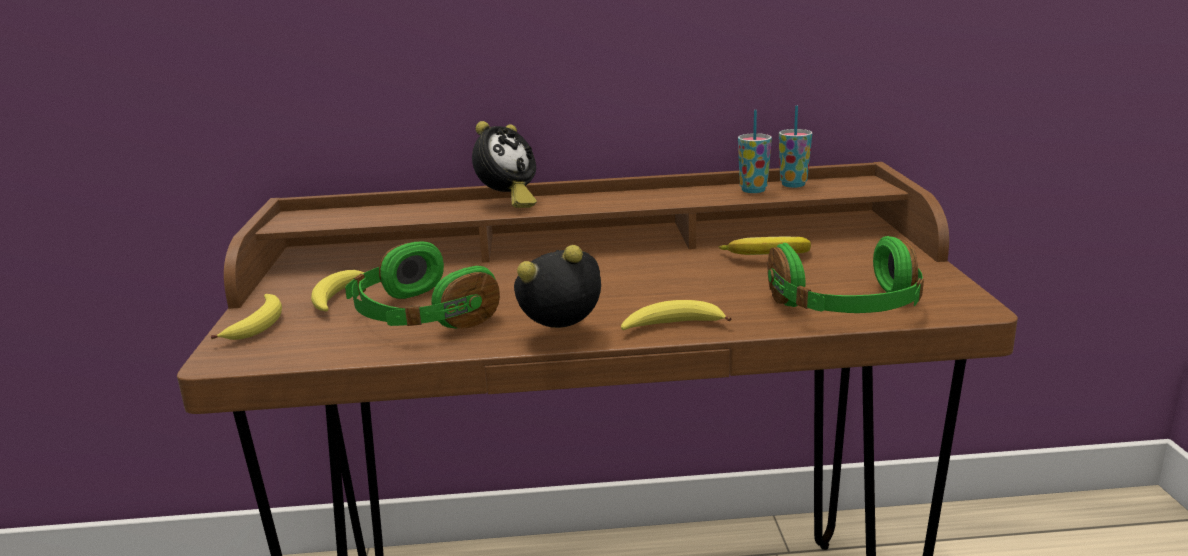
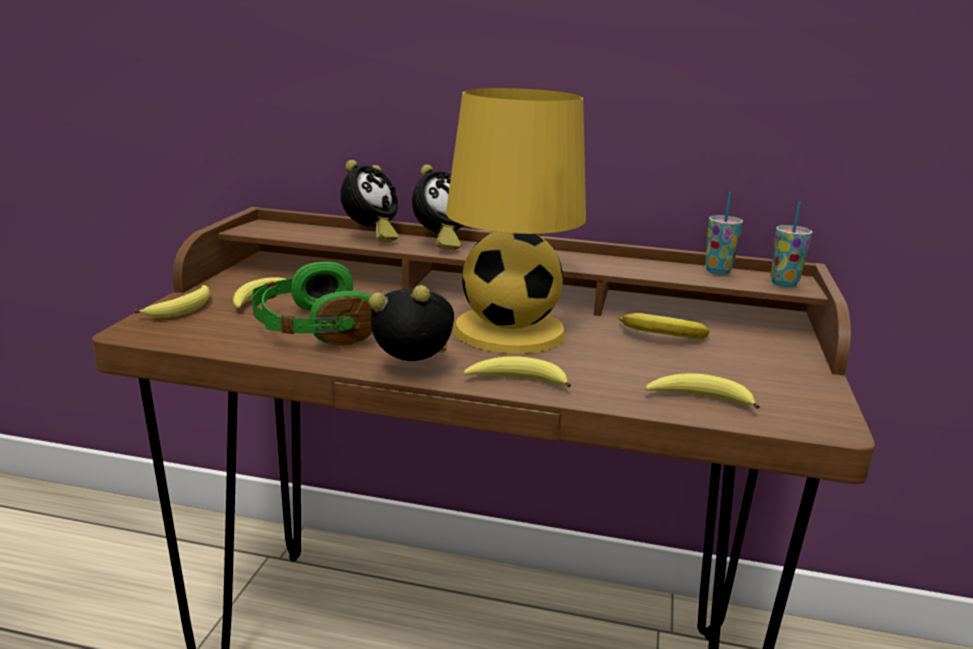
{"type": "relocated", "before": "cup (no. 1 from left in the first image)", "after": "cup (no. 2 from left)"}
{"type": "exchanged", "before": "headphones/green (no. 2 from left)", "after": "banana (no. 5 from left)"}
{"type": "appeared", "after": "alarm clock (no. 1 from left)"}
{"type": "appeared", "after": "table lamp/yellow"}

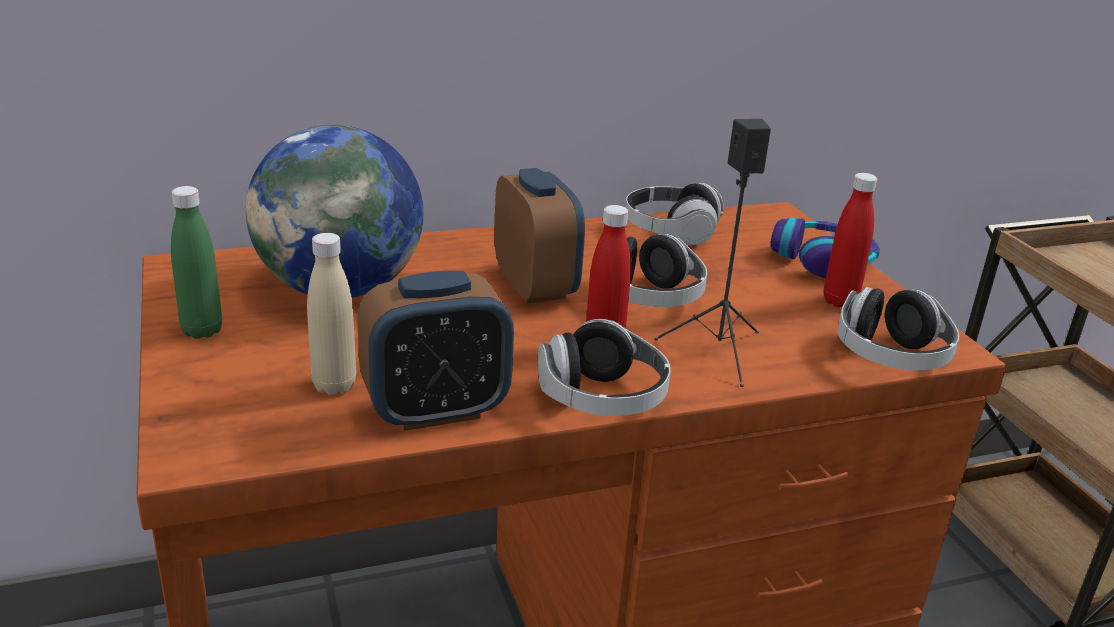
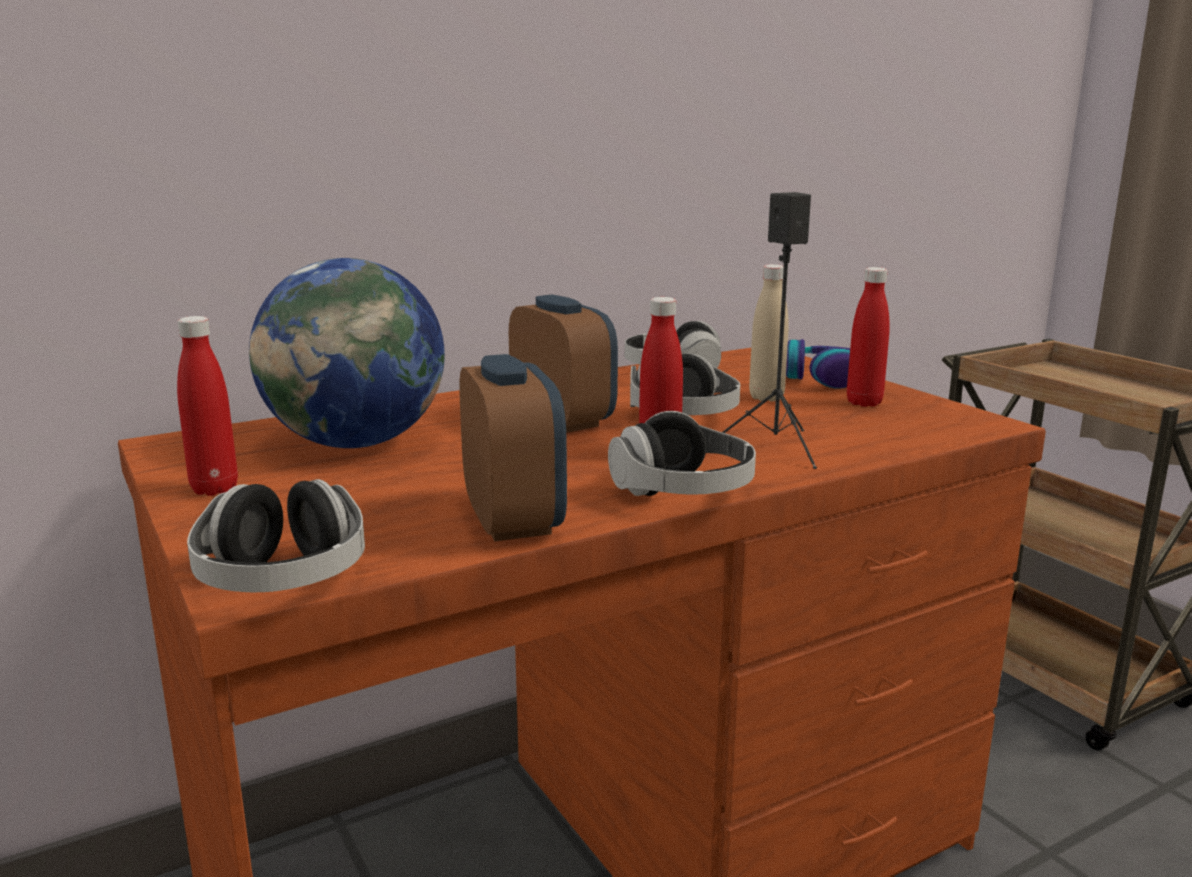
{"type": "colour", "before": "bottle/green", "after": "bottle/red (no. 1 from left)"}
{"type": "relocated", "before": "bottle/beige"}
{"type": "spun", "before": "alarm clock (no. 1 from left)", "turn": -75}
{"type": "relocated", "before": "headphones (no. 5 from left in the first image)", "after": "headphones (no. 1 from left)"}

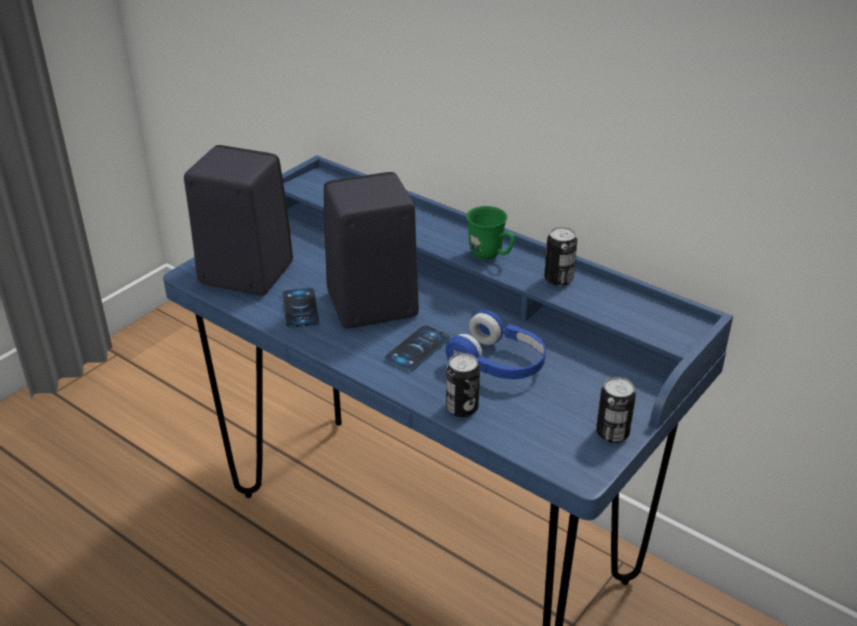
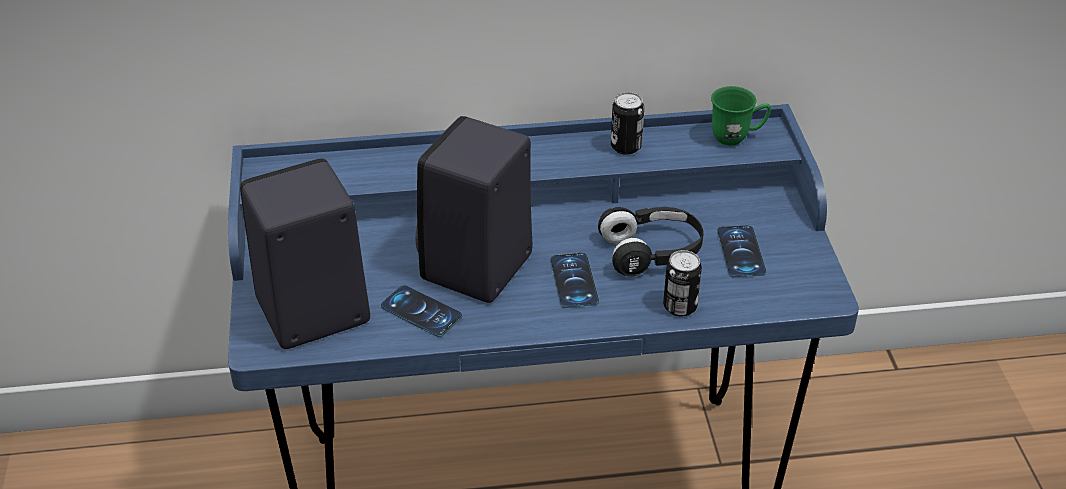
{"type": "colour", "before": "headphones/blue", "after": "headphones/black"}
{"type": "relocated", "before": "mug/green"}
{"type": "missing", "before": "can (no. 3 from left)"}
{"type": "appeared", "after": "phone (no. 3 from left)"}

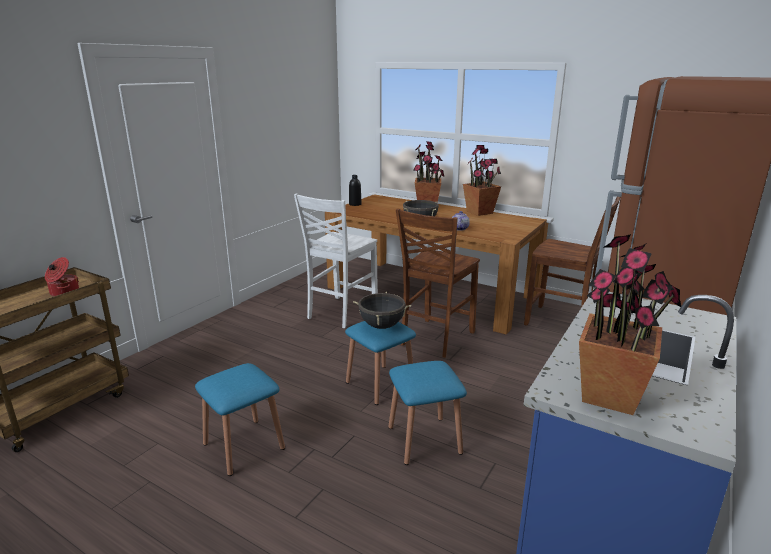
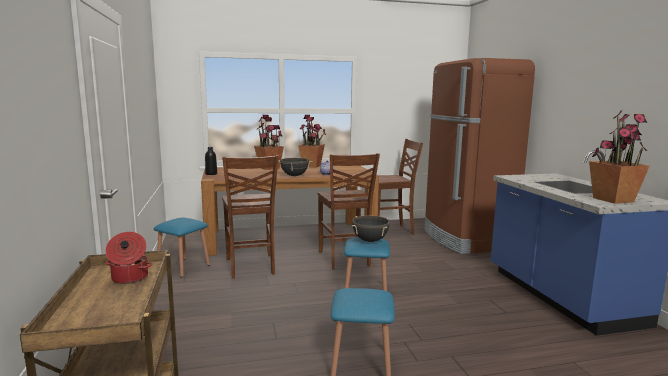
{"type": "colour", "before": "chair/white", "after": "chair/brown (no. 1 from left)"}
{"type": "relocated", "before": "stool/blue (no. 3 from left in the first image)", "after": "stool/blue (no. 1 from left)"}

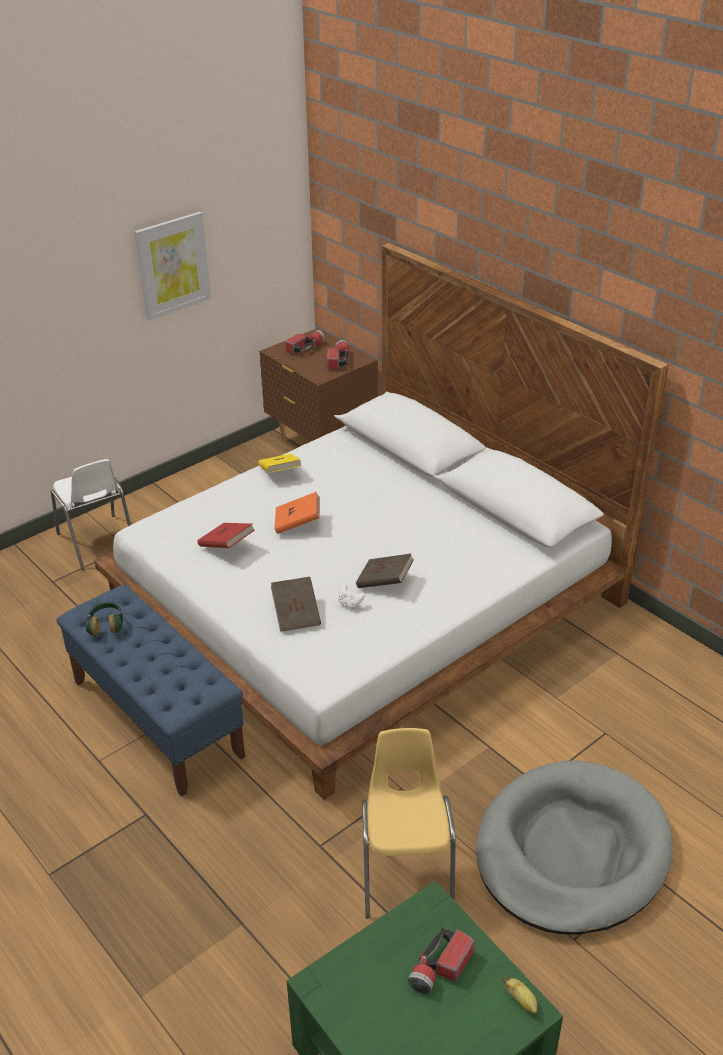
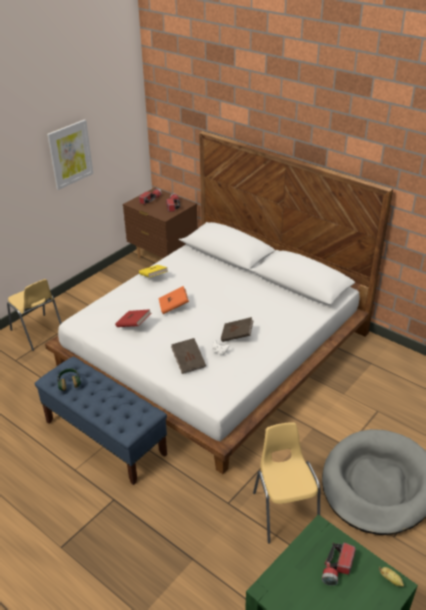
{"type": "colour", "before": "chair/white", "after": "chair/yellow (no. 1 from left)"}

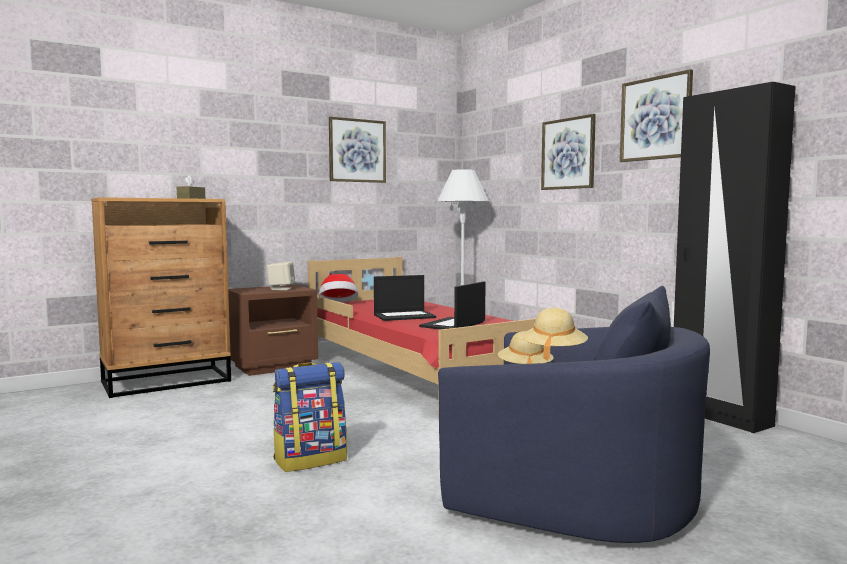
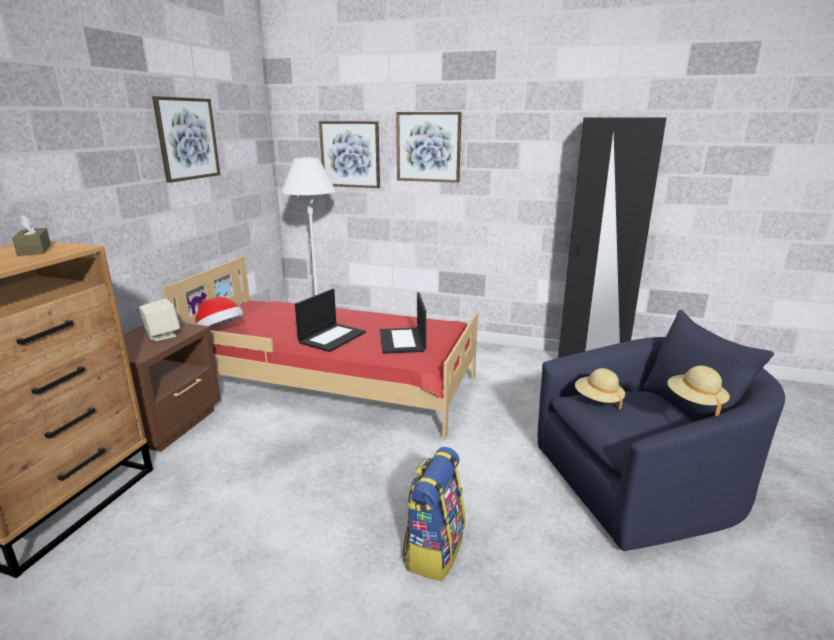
{"type": "relocated", "before": "picture (no. 3 from left in the first image)", "after": "picture (no. 2 from left)"}

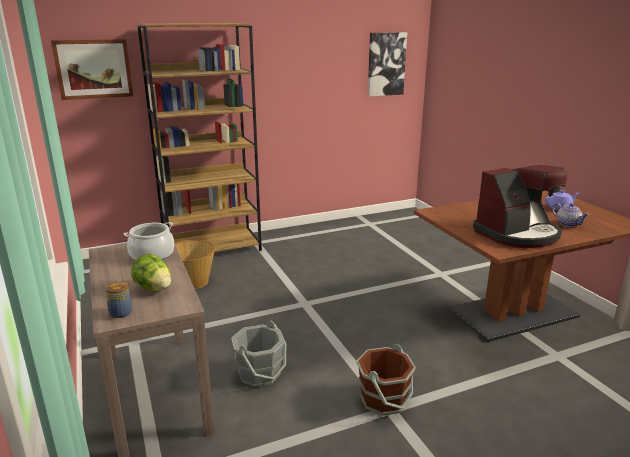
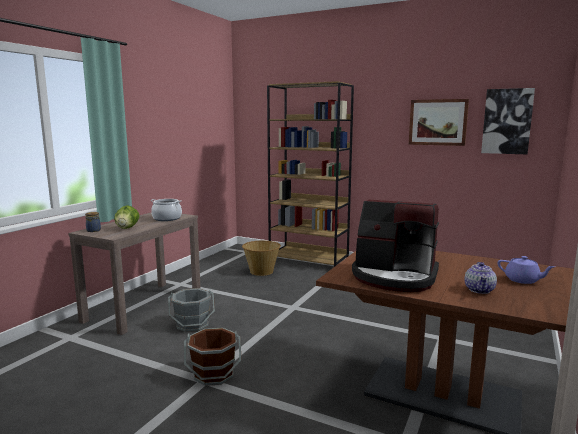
{"type": "relocated", "before": "picture (no. 1 from left)"}

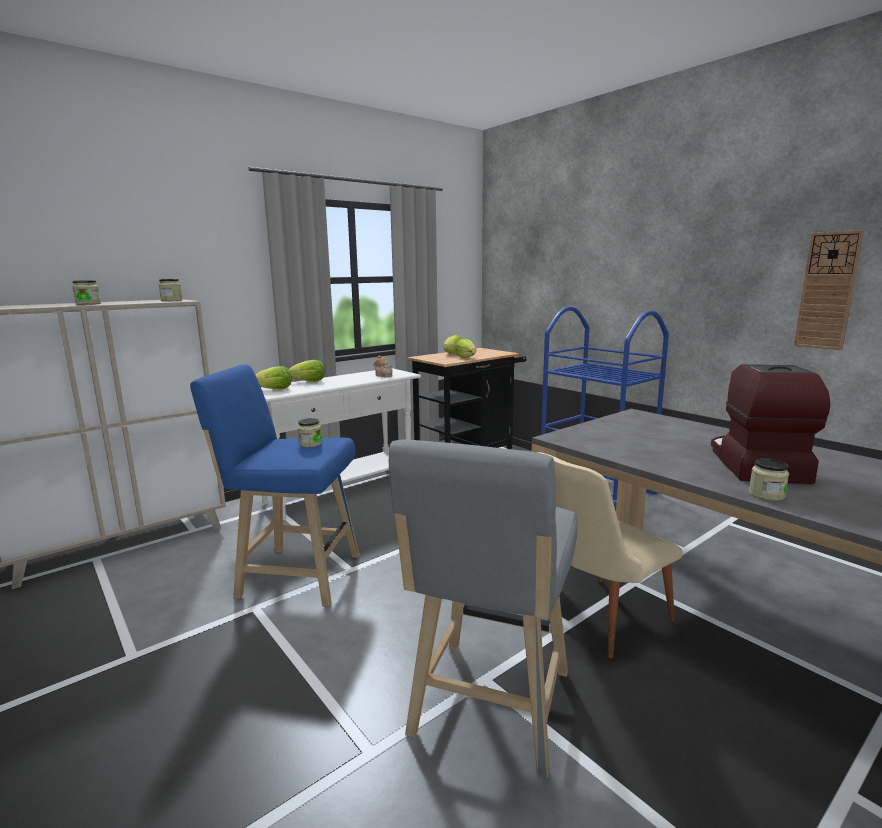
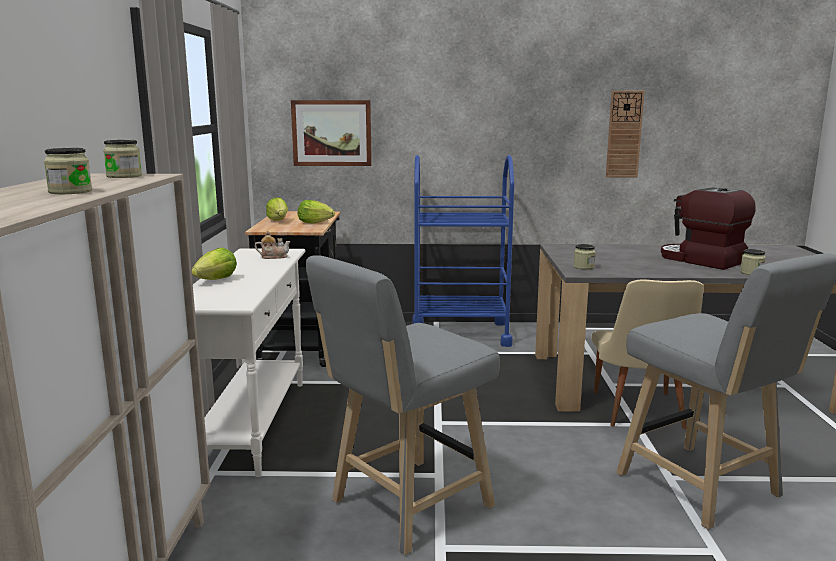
{"type": "colour", "before": "stool/blue", "after": "stool/grey (no. 1 from left)"}
{"type": "missing", "before": "lettuce (no. 1 from left)"}
{"type": "relocated", "before": "jar (no. 3 from left)"}
{"type": "appeared", "after": "picture"}

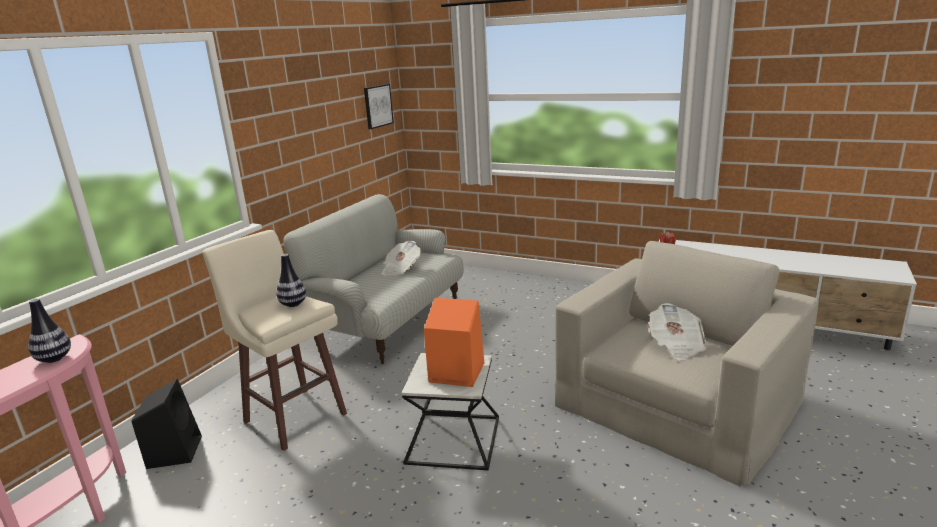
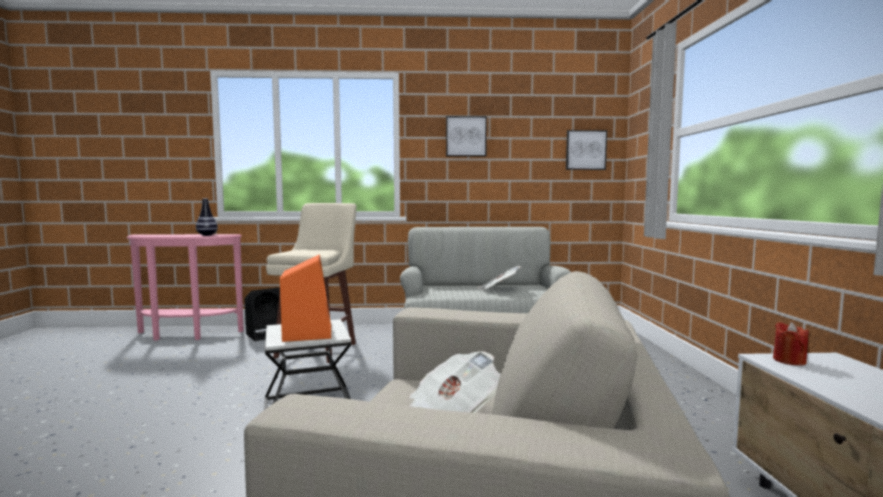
{"type": "missing", "before": "vase (no. 2 from left)"}
{"type": "appeared", "after": "picture (no. 1 from left)"}

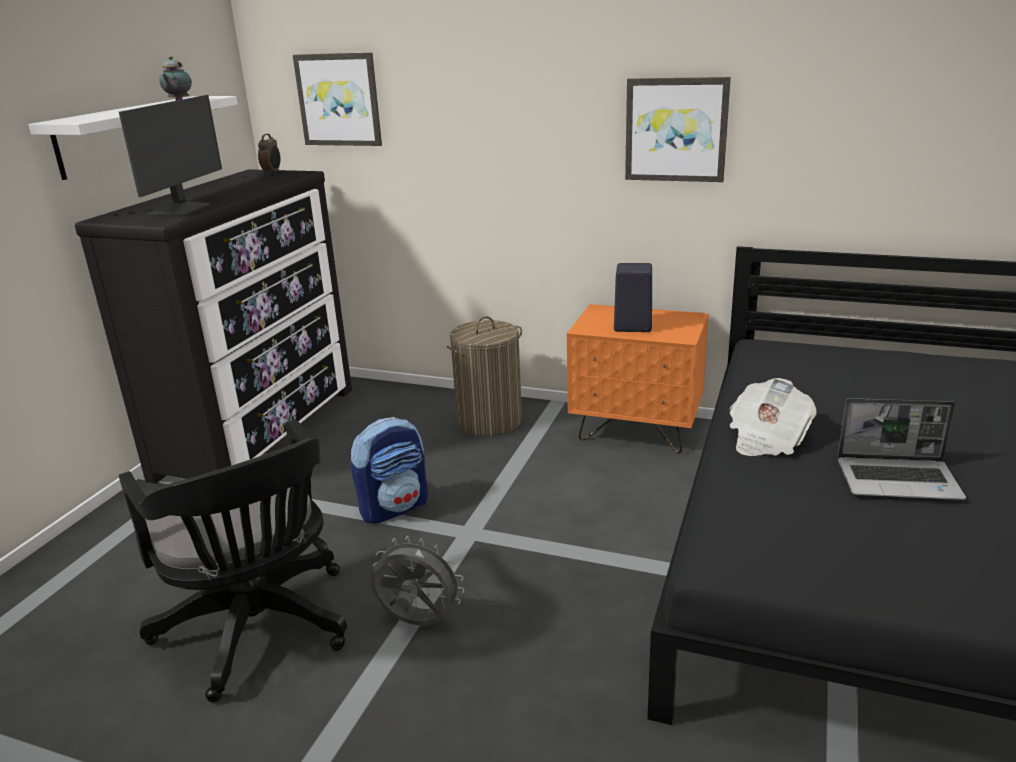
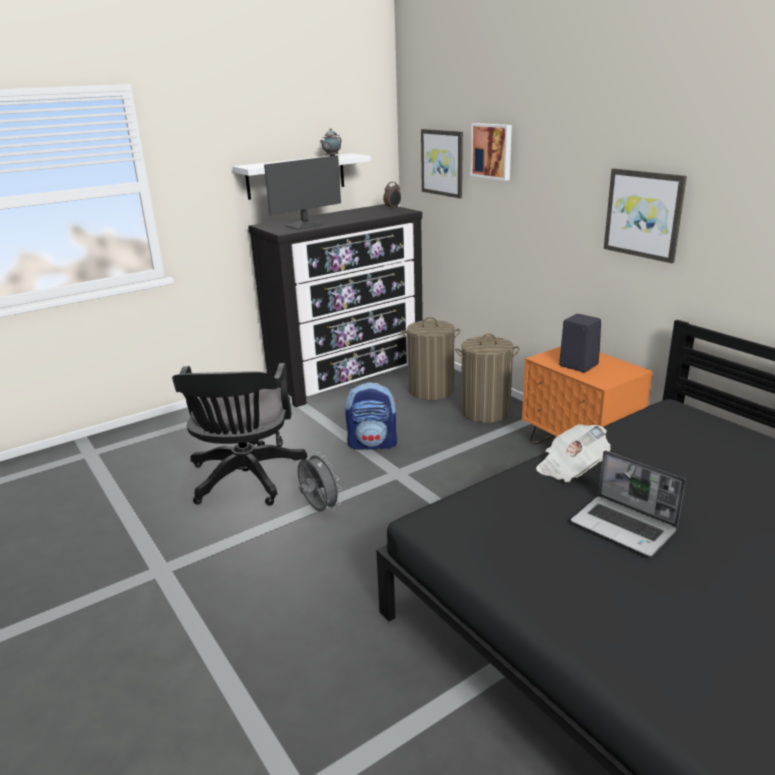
{"type": "appeared", "after": "laundry basket (no. 1 from left)"}
{"type": "appeared", "after": "picture (no. 2 from left)"}

